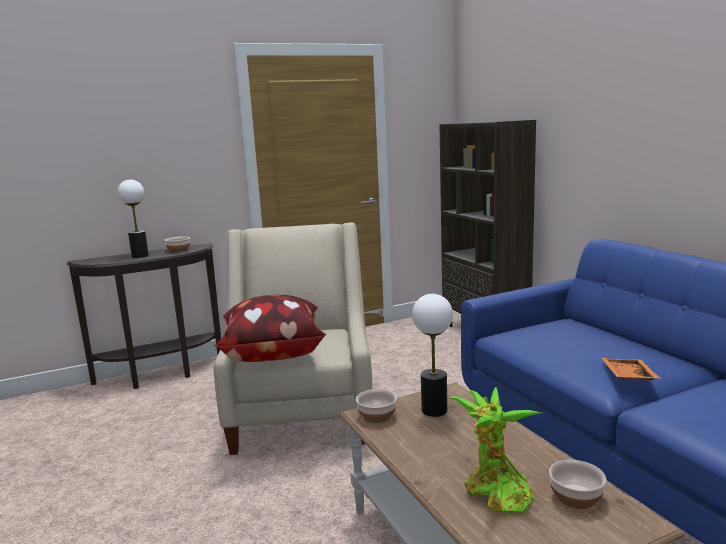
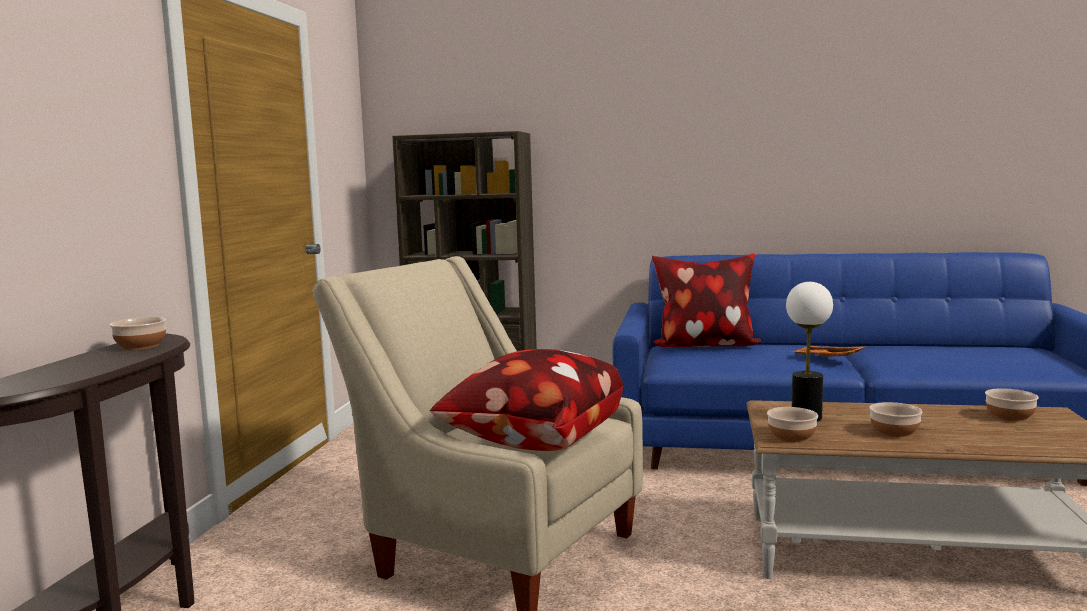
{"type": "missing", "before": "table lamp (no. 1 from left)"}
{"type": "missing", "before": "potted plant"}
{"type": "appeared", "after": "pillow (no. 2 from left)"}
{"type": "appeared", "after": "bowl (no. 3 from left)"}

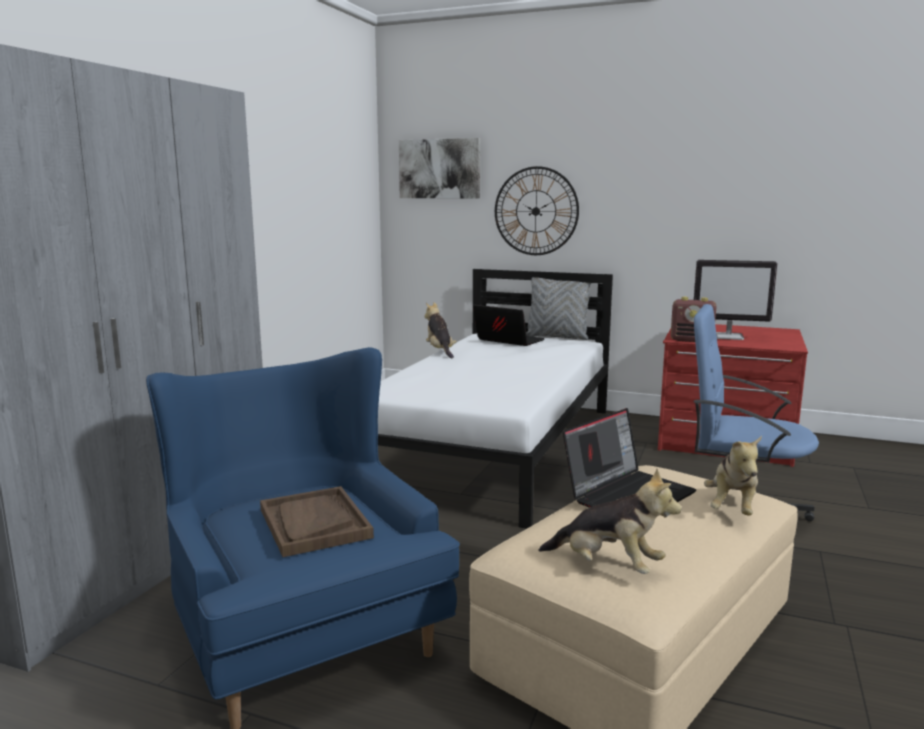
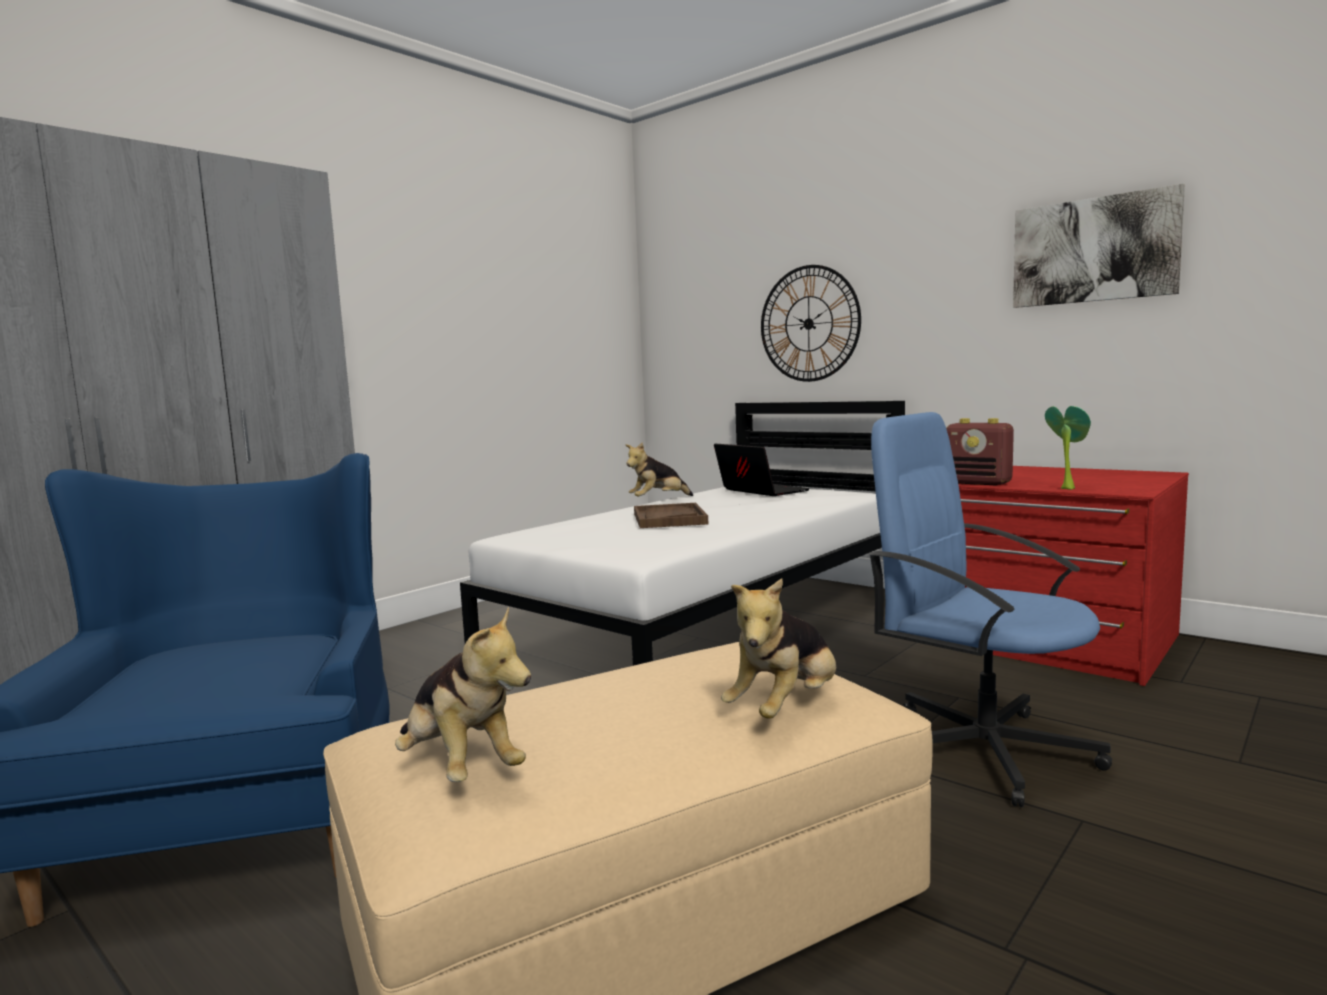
{"type": "relocated", "before": "tray/brown"}
{"type": "relocated", "before": "picture"}
{"type": "spun", "before": "plush toy (no. 1 from left in the first image)", "turn": -120}
{"type": "missing", "before": "pillow/grey"}
{"type": "missing", "before": "laptop (no. 2 from left)"}
{"type": "missing", "before": "monitor"}
{"type": "appeared", "after": "potted plant"}

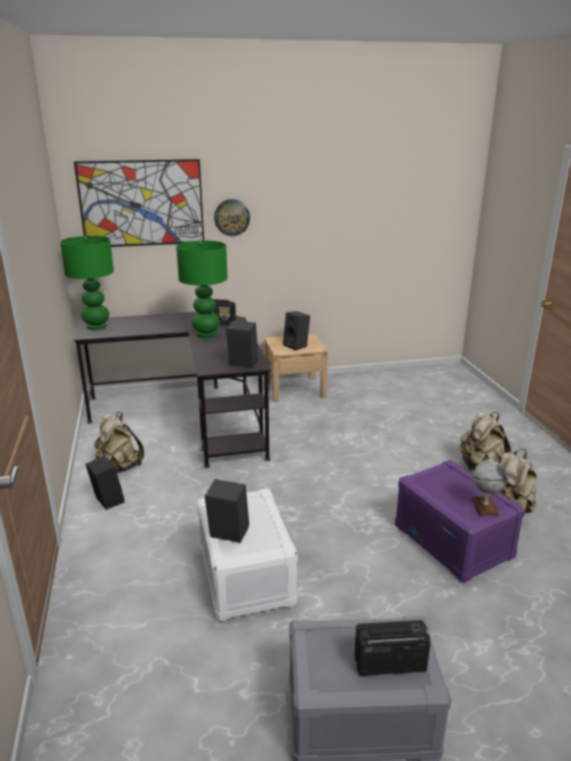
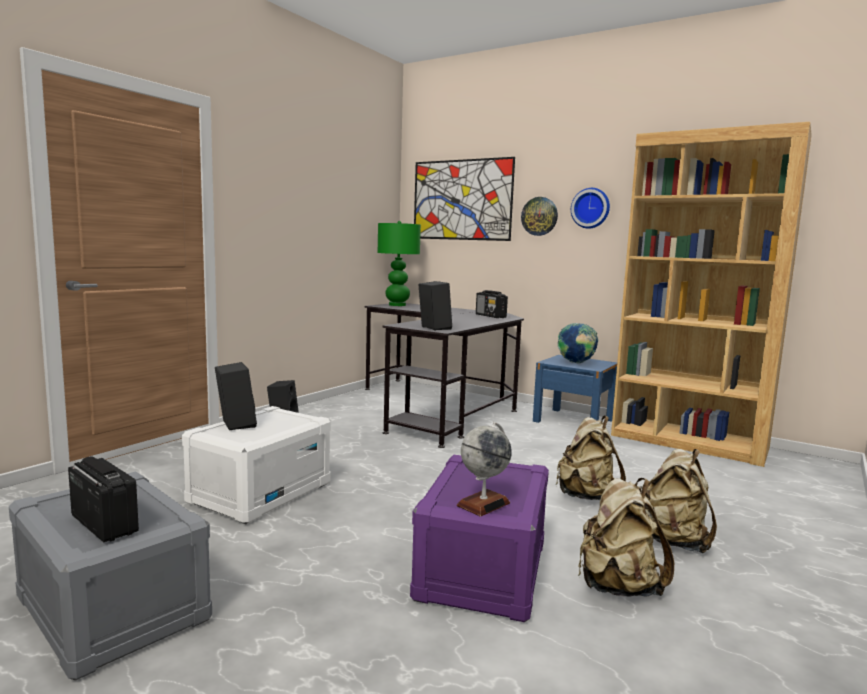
{"type": "relocated", "before": "backpack/beige (no. 1 from left)"}
{"type": "missing", "before": "table lamp/green (no. 2 from left)"}
{"type": "colour", "before": "nightstand/beige", "after": "nightstand/blue"}
{"type": "exchanged", "before": "speaker/black (no. 4 from left)", "after": "globe (no. 2 from left)"}
{"type": "appeared", "after": "wall clock (no. 2 from left)"}
{"type": "appeared", "after": "bookcase/brown"}

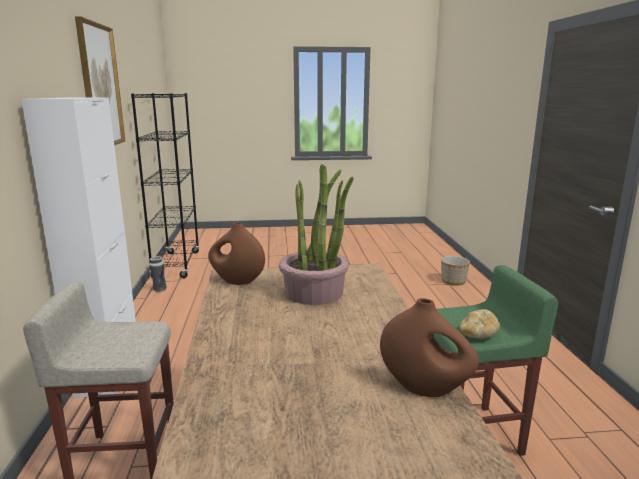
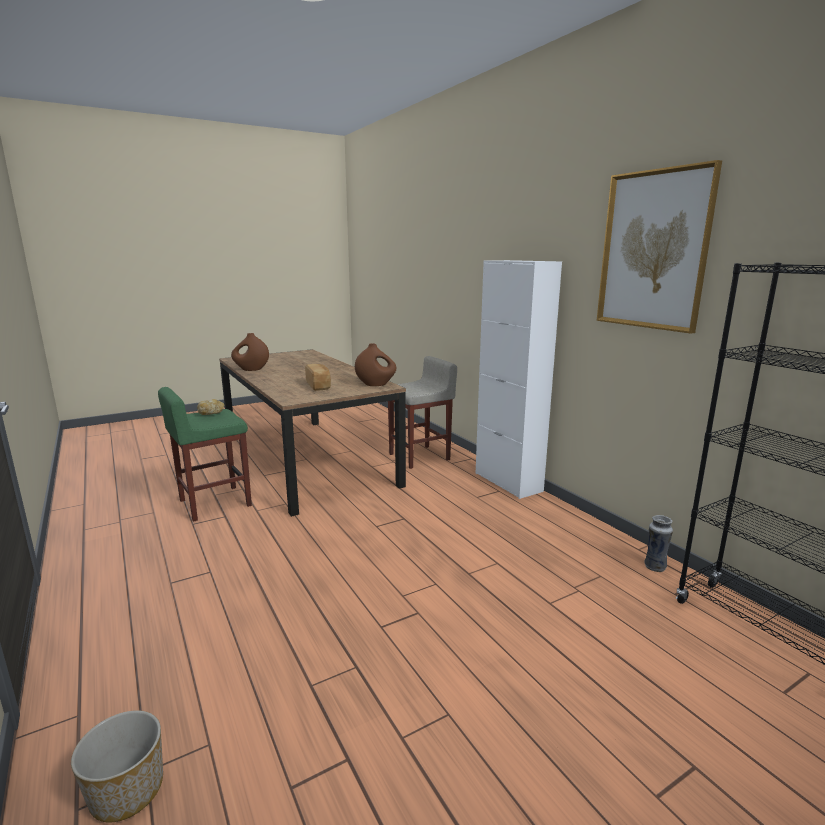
{"type": "exchanged", "before": "potted plant", "after": "bread (no. 2 from left)"}

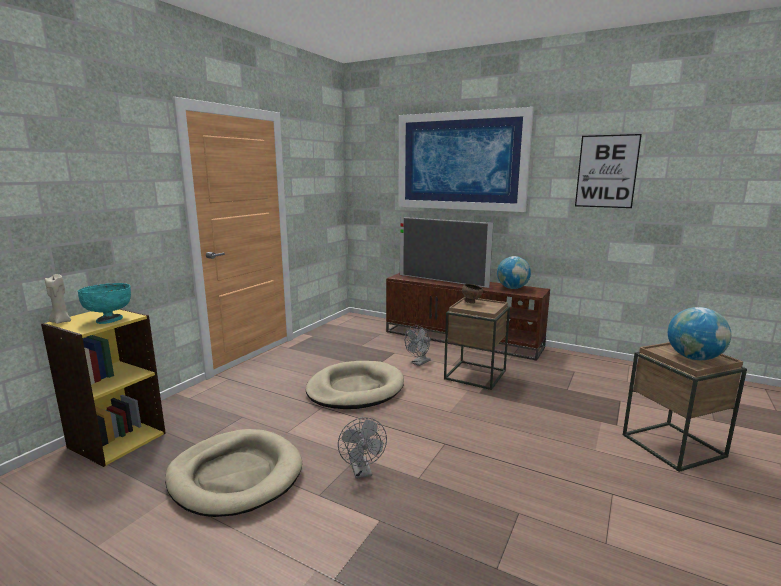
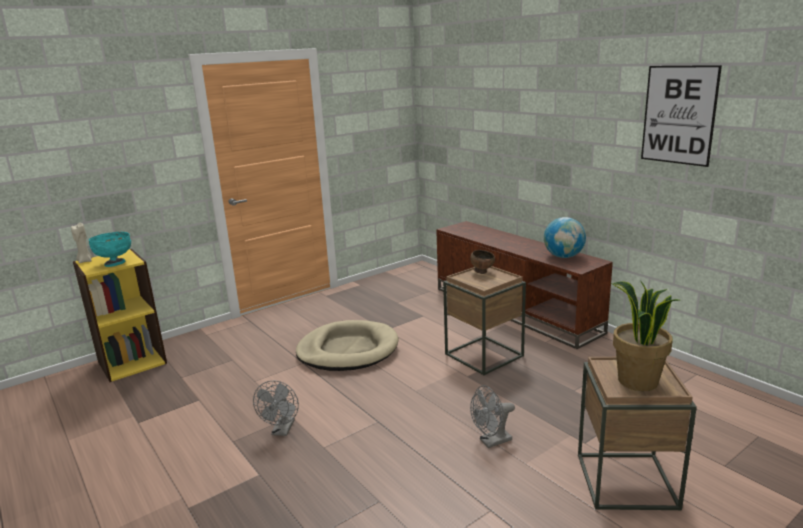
{"type": "missing", "before": "dog bed/beige (no. 1 from left)"}
{"type": "missing", "before": "picture (no. 1 from left)"}
{"type": "missing", "before": "television"}
{"type": "relocated", "before": "fan/grey (no. 2 from left)"}
{"type": "exchanged", "before": "globe (no. 2 from left)", "after": "potted plant"}

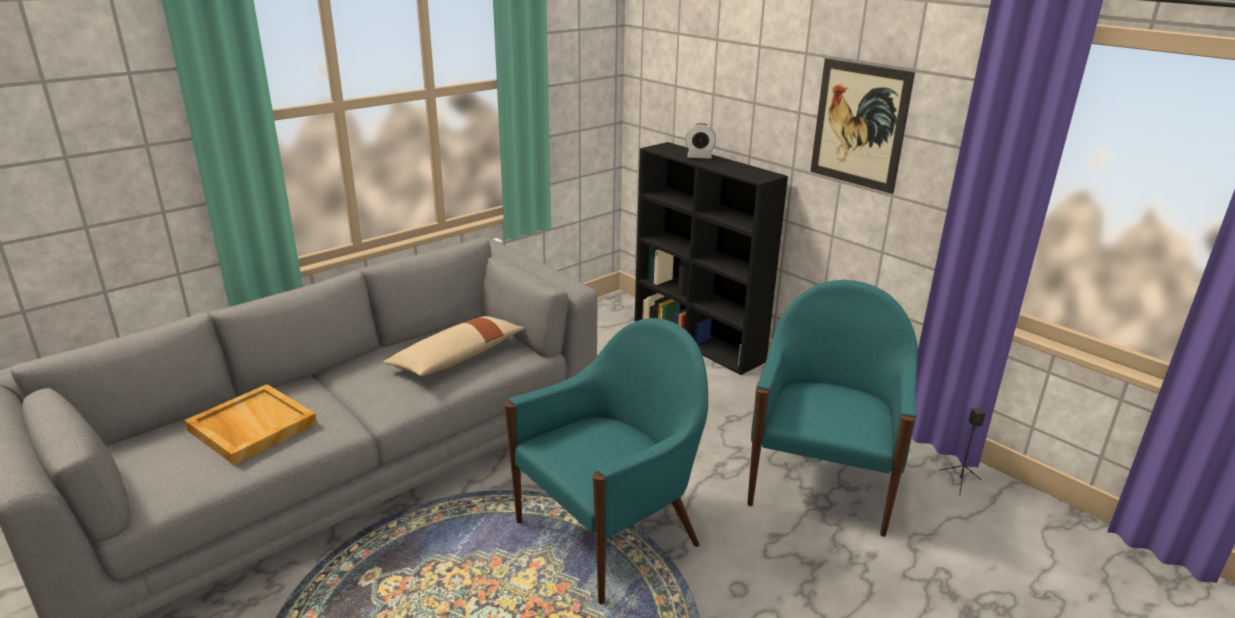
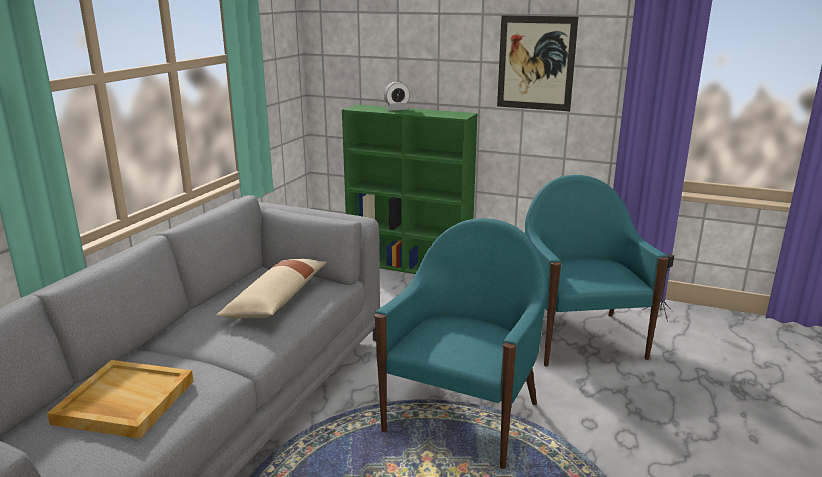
{"type": "colour", "before": "bookcase/black", "after": "bookcase/green"}

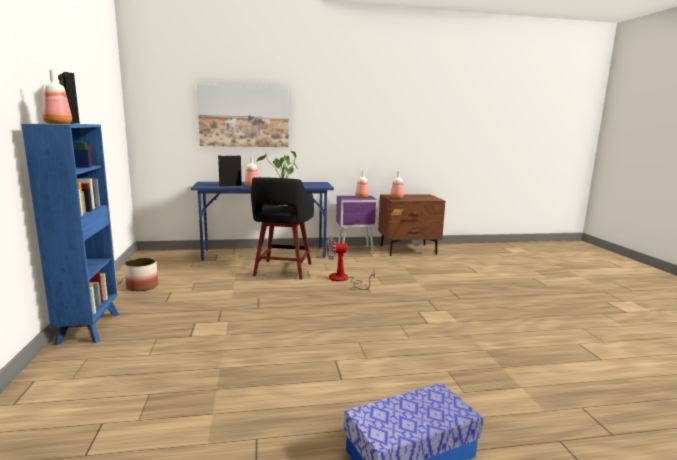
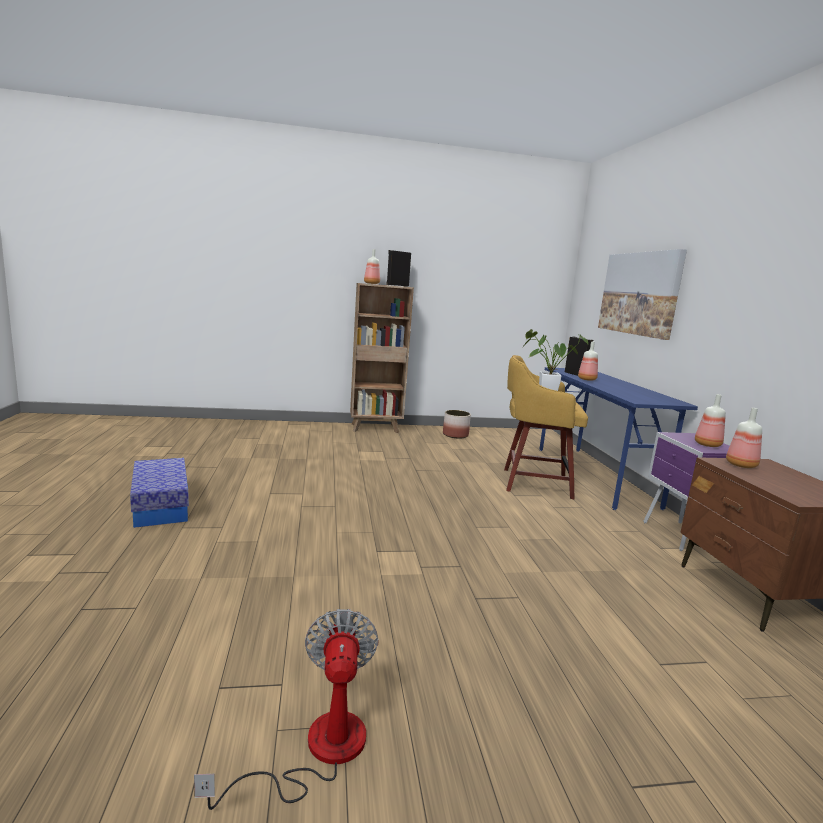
{"type": "colour", "before": "bookcase/blue", "after": "bookcase/brown"}
{"type": "colour", "before": "stool/black", "after": "stool/yellow"}
{"type": "relocated", "before": "fan"}

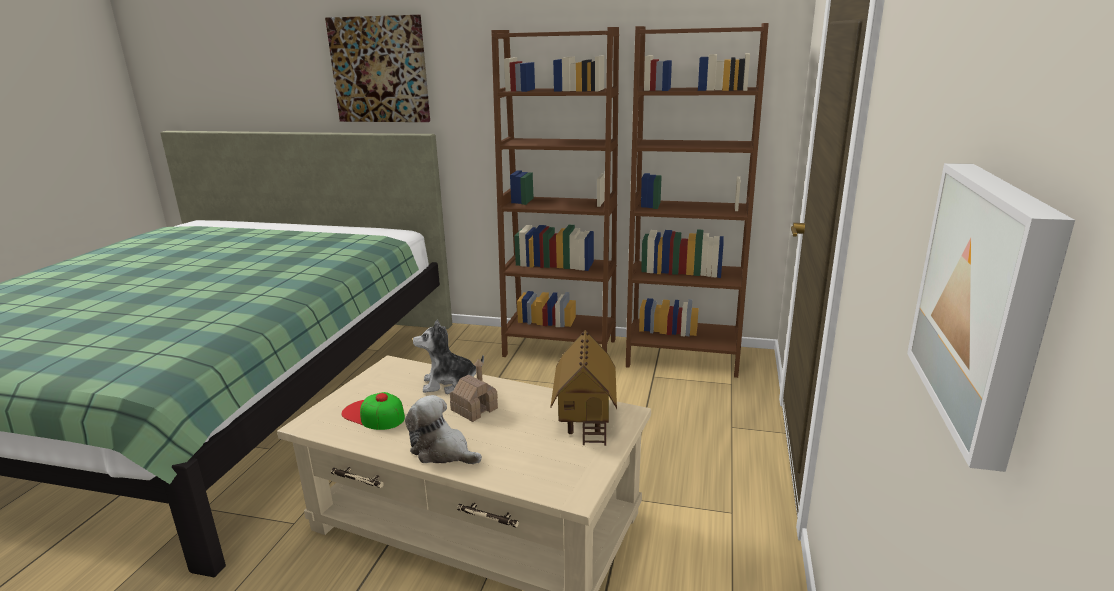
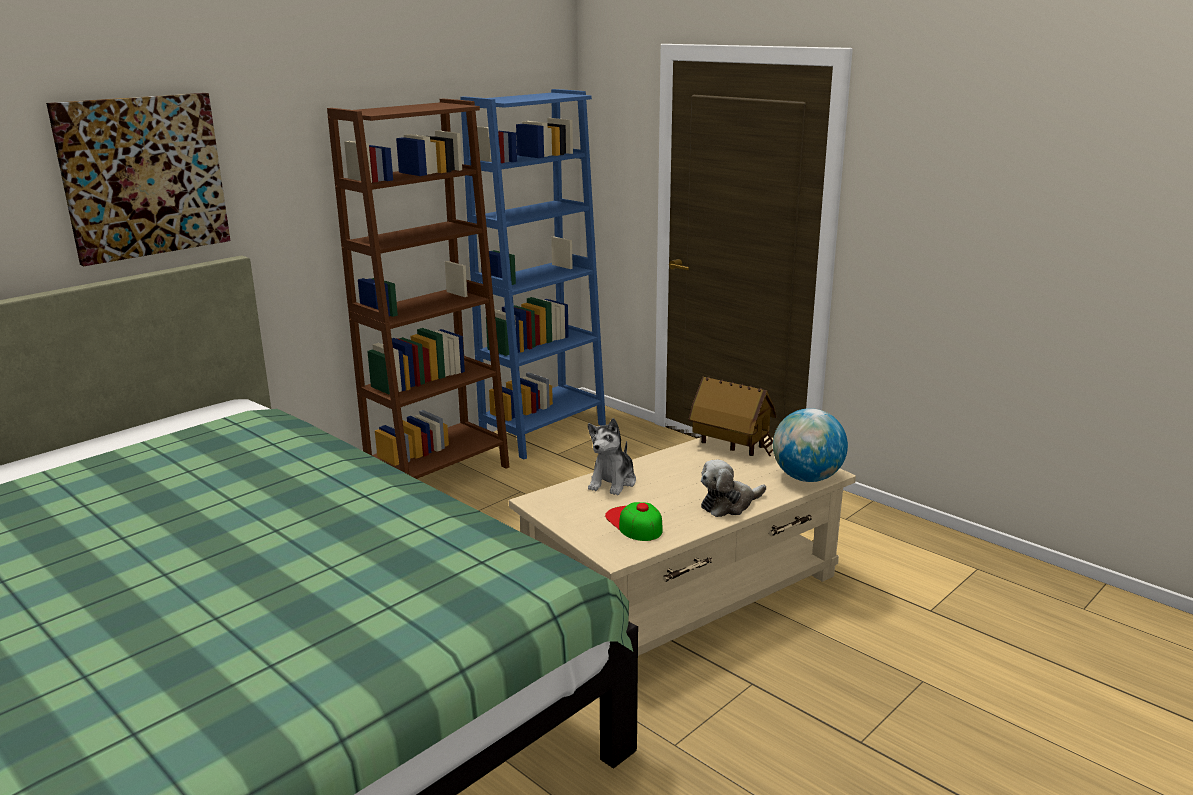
{"type": "spun", "before": "cap", "turn": 90}
{"type": "missing", "before": "toy house (no. 1 from left)"}
{"type": "colour", "before": "bookcase/brown (no. 2 from left)", "after": "bookcase/blue"}
{"type": "missing", "before": "picture (no. 2 from left)"}
{"type": "appeared", "after": "globe"}

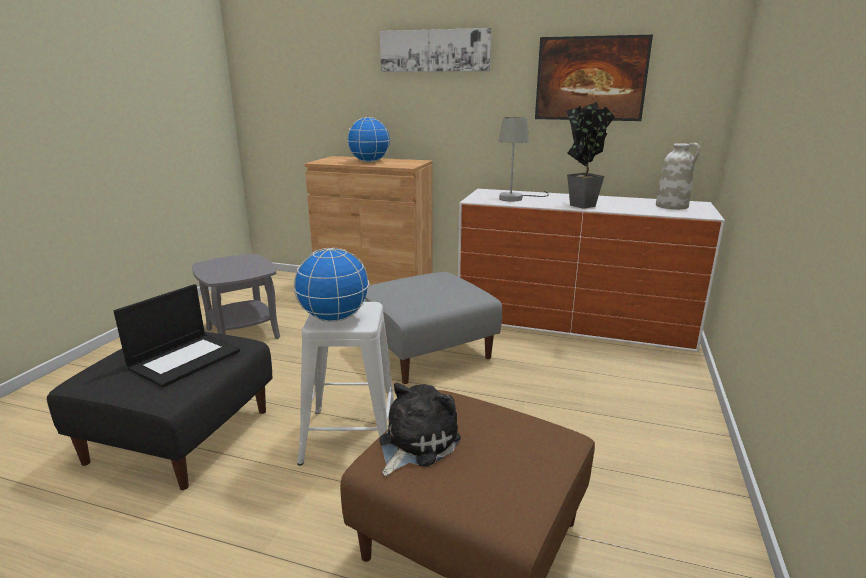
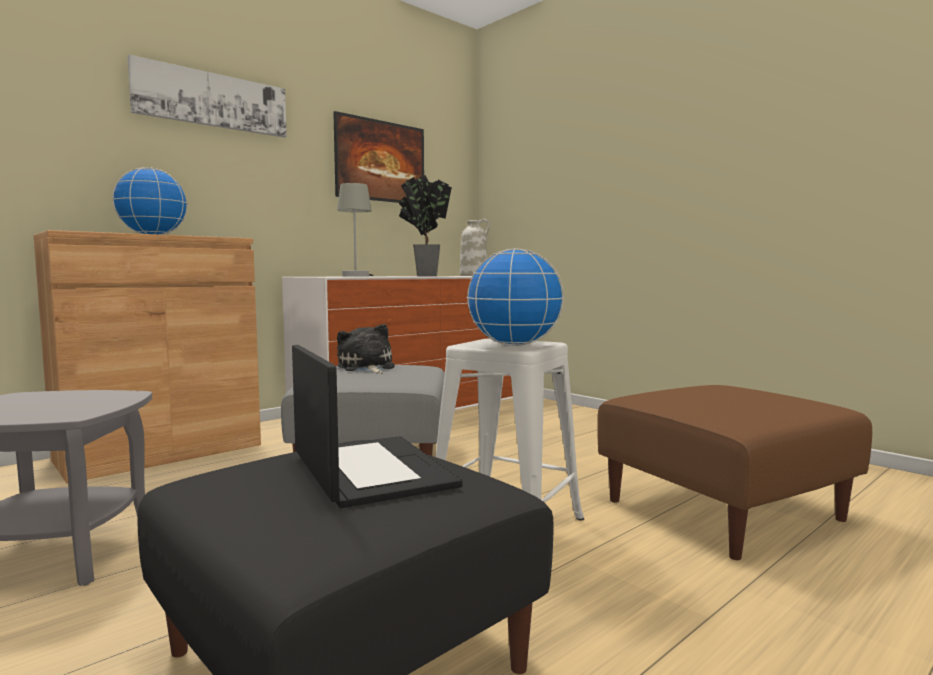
{"type": "relocated", "before": "plush toy"}

